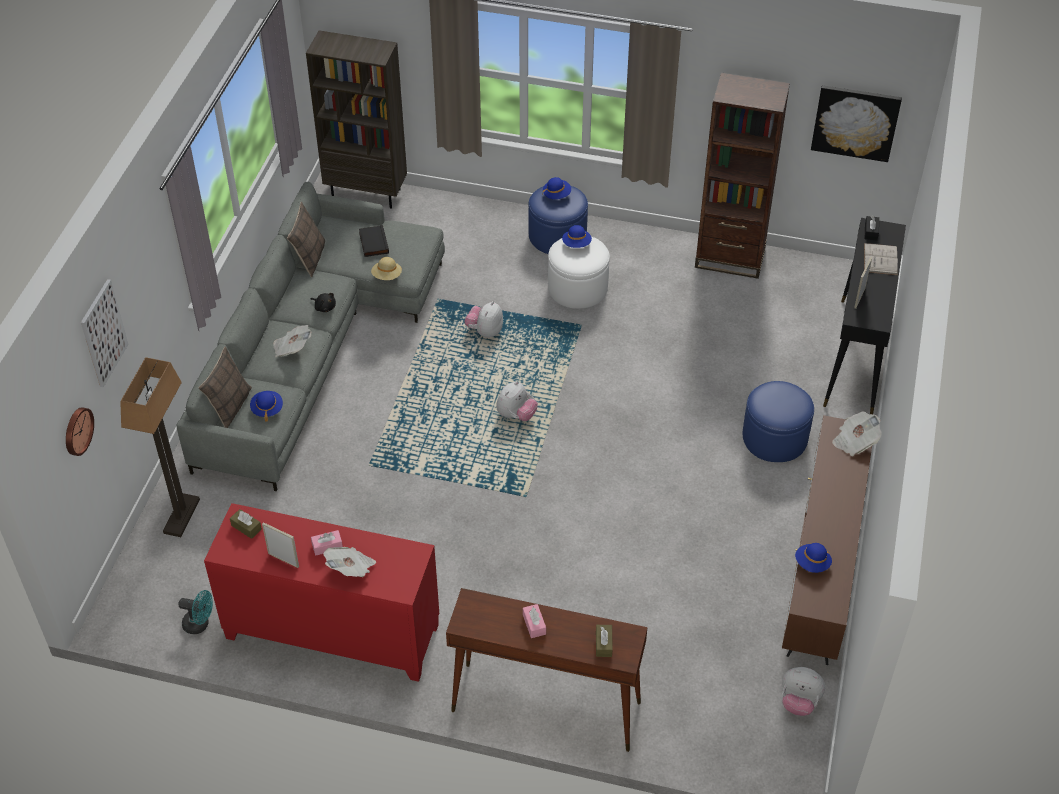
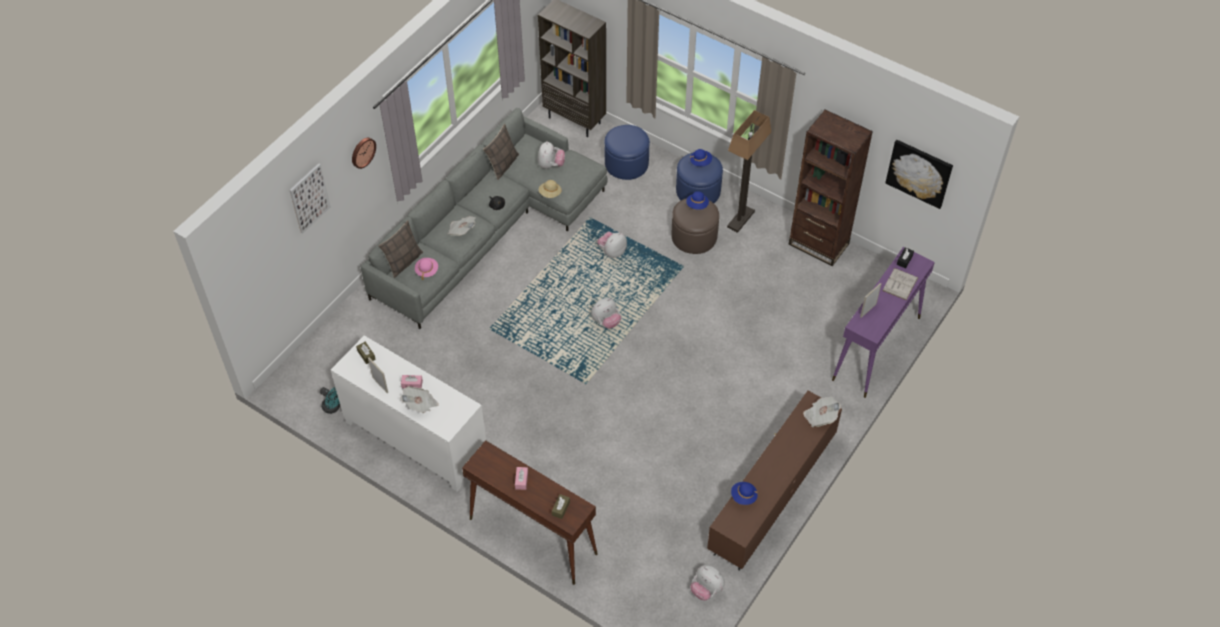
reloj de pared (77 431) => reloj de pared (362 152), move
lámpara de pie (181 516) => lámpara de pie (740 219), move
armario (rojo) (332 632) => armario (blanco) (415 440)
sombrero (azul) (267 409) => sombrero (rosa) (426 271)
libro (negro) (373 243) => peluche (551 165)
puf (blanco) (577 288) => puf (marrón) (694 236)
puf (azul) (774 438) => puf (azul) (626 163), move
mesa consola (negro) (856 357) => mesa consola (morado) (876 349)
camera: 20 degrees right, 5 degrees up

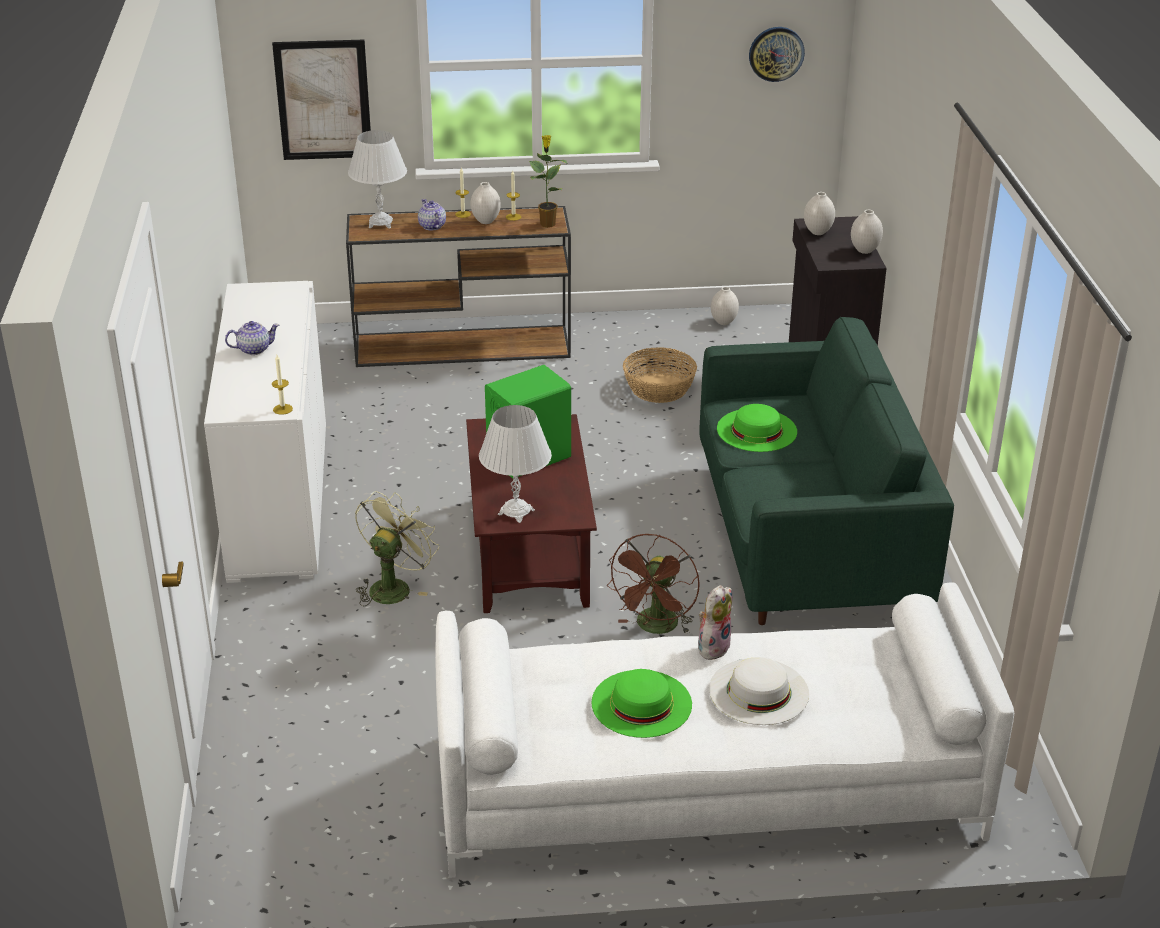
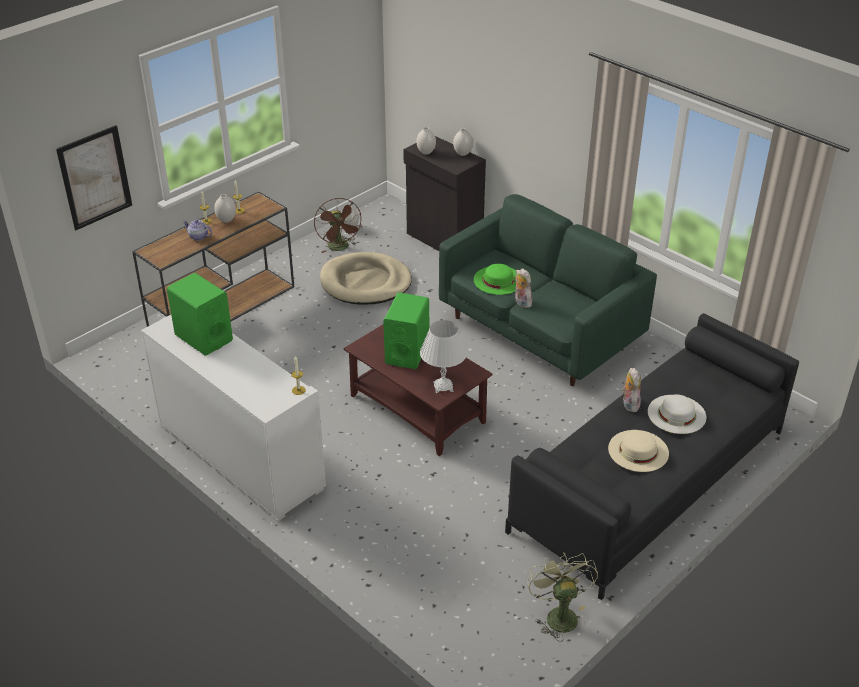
tetera (254 349) => nothing
lámpara de mesa (blanco) (381 223) => nothing
ventilador (verde) (393 586) => ventilador (verde) (558 614), move
sofá (blanco) (706 786) => sofá (negro) (649 480)
planta en maceta (547 223) => nothing
sombrero (verde) (641 703) => sombrero (beis) (638 450)
ventilador (marrón) (655 628) => ventilador (marrón) (340 248), move
cesta (659 389) => cama para perro (beis) (365 283)
reloj de pared (776 53) => nothing
nothing => altavoz (verde) (203 338)
nothing => peluche (521 302)
camera: 40 degrees left, 5 degrees up

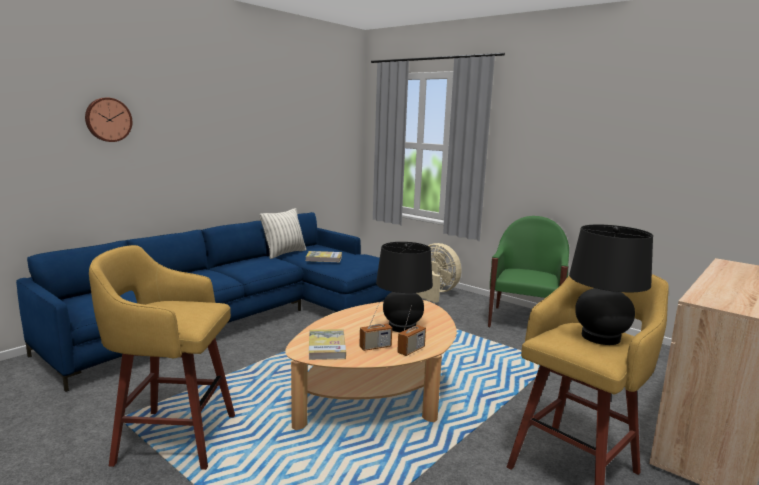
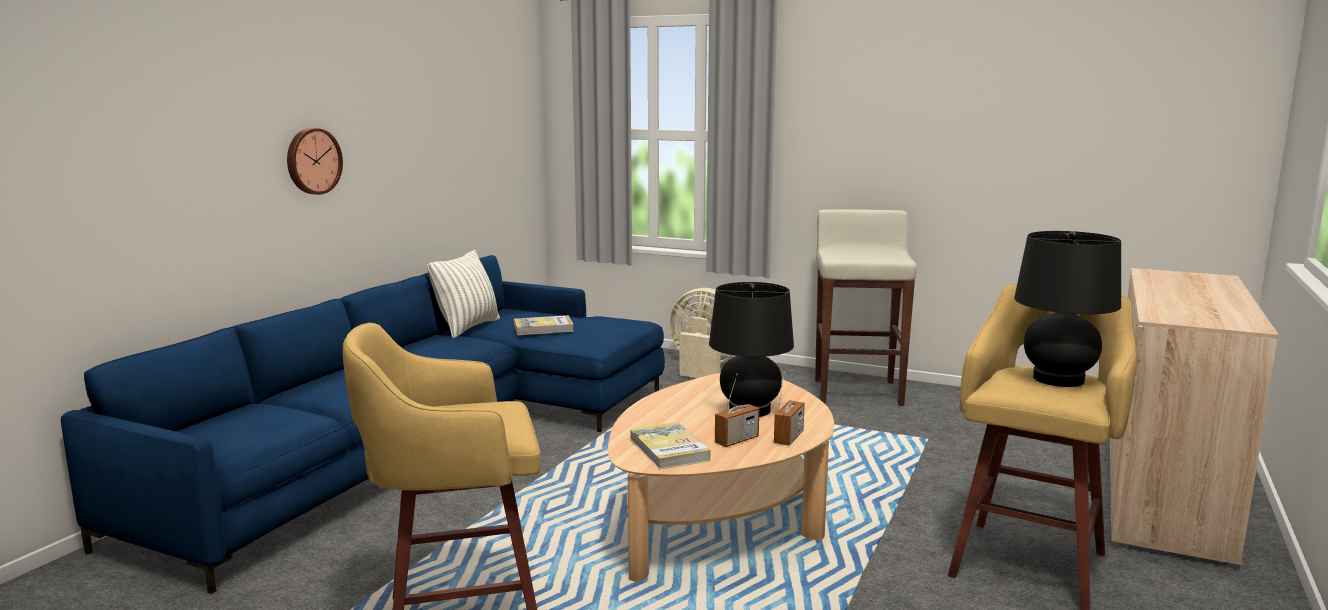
reloj de pared (108 119) => reloj de pared (312 161), move
sillón (verde) (525 321) => taburete (beis) (857 392)
camera: 15 degrees left, 0 degrees up

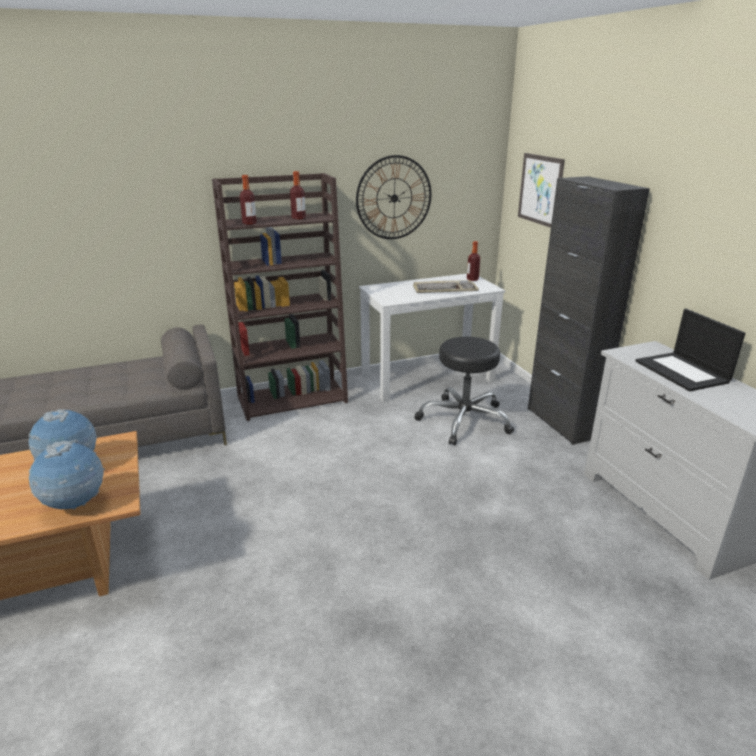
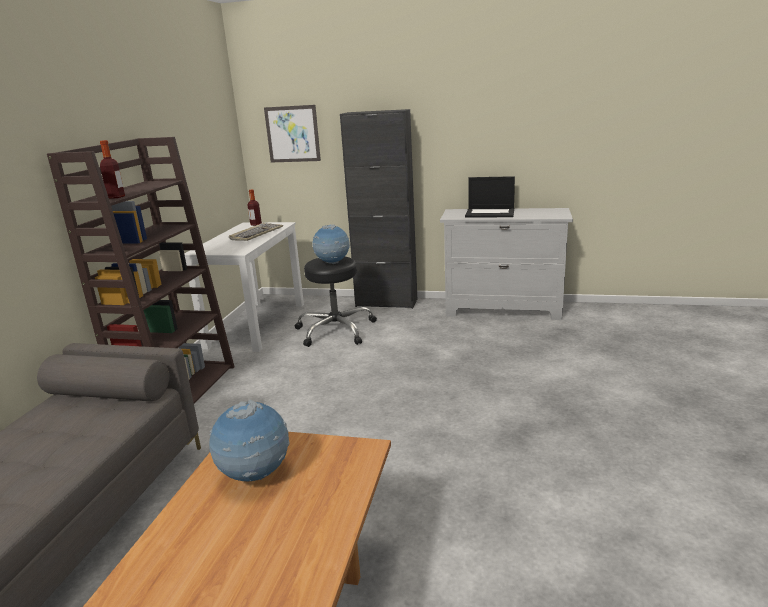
globo terráqueo (75 505) => globo terráqueo (332 263), move
botella (298 218) => nothing
reloj de pared (394 198) => nothing
camera: 55 degrees left, 5 degrees down

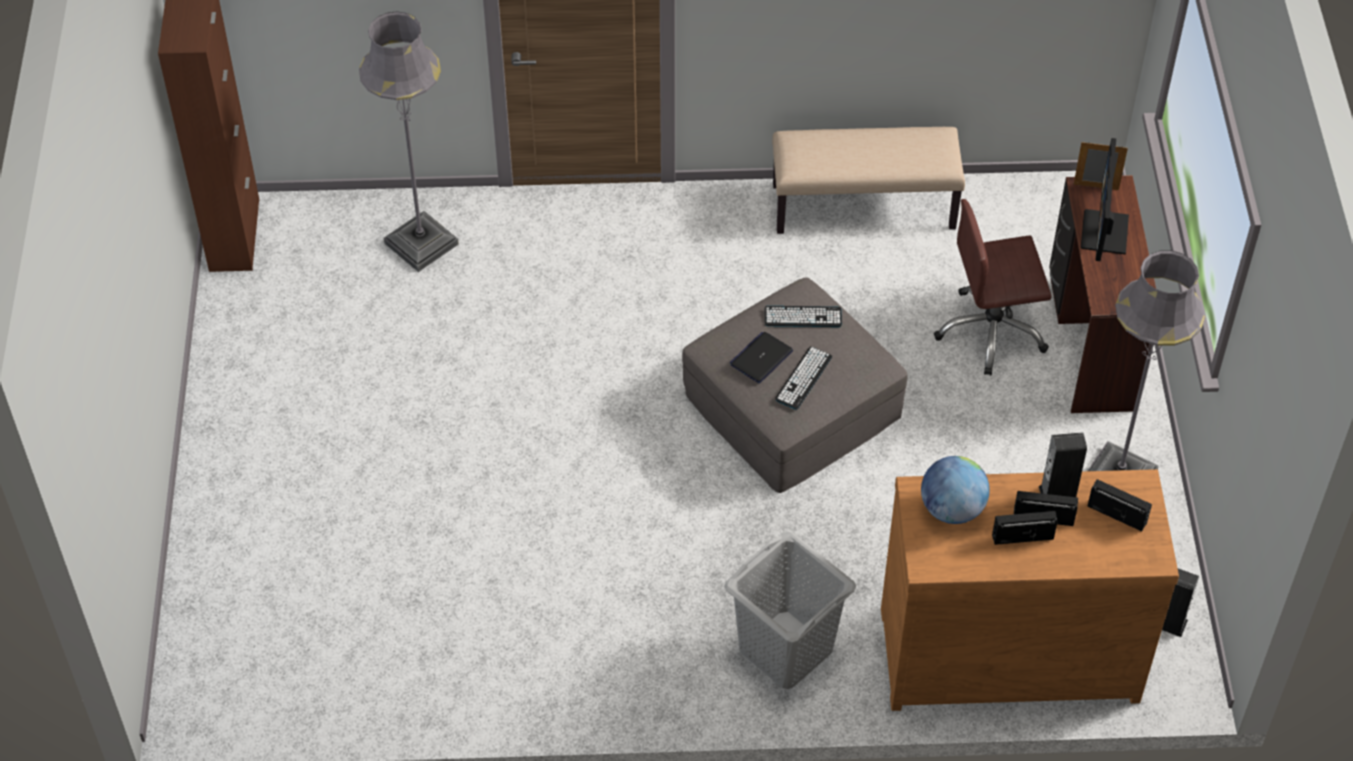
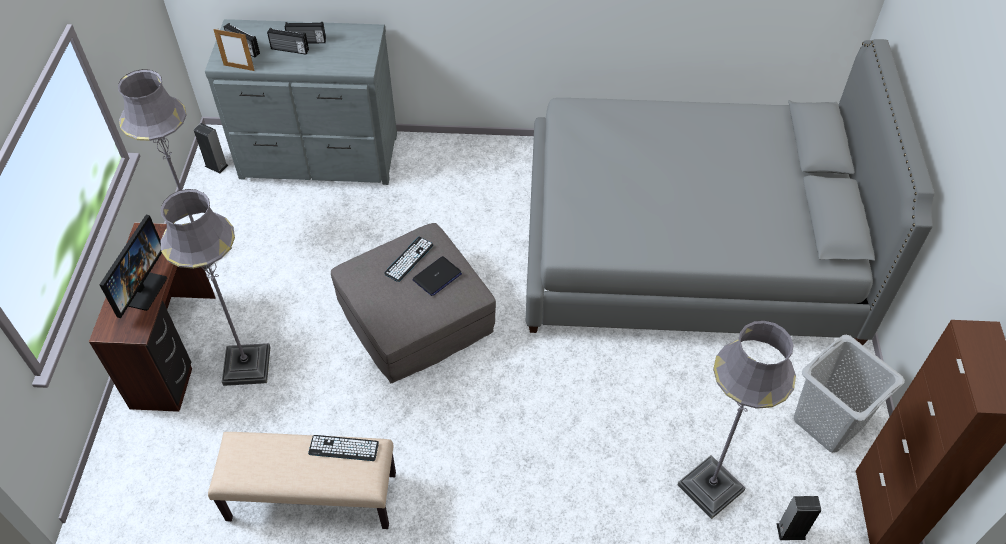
cesto de la ropa (gris) (786 649) => cesto de la ropa (gris) (828 423), move
teclado (803 317) => teclado (343 448), move
cómoda (marrón) (1007 650) => cómoda (gris) (319 158)
globo terráqueo (952 509) => nothing
silla de oficina (marrón) (991 331) => lámpara de pie (gris) (247 366)
altavoz (1058 494) => altavoz (791 531), move
portarretratos (1096 187) => portarretratos (239 68), move
nothing => cama (gris) (687 248)
camera: 175 degrees left, 0 degrees up

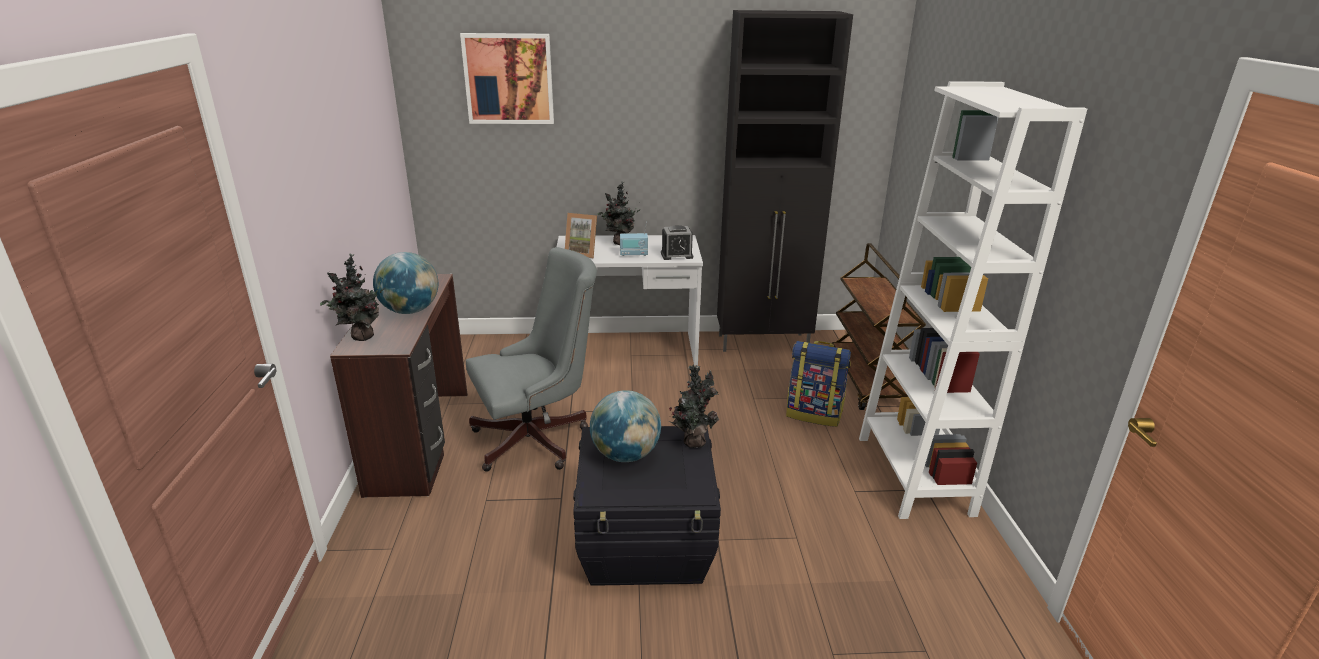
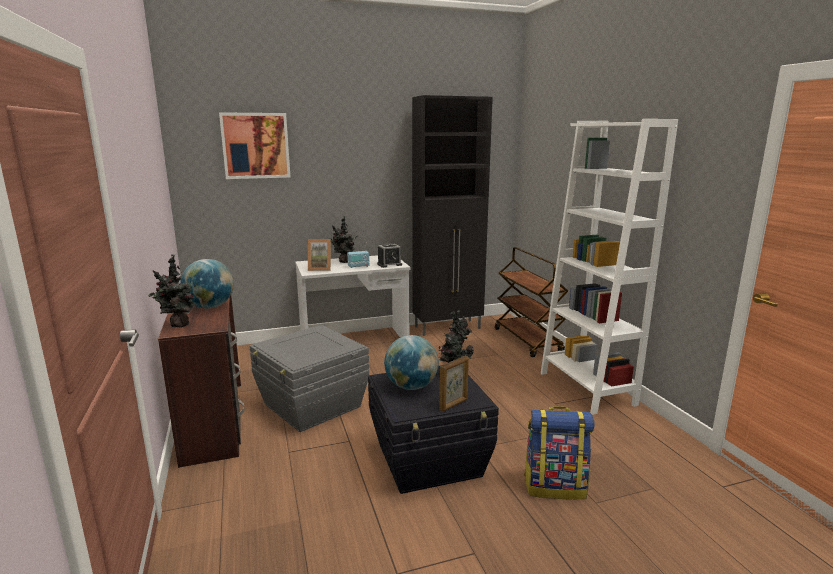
silla de oficina (gris) (538 439) => caja de almacenaje (gris) (312 406)
mochila (814 414) => mochila (555 486), move
nothing => portarretratos (454 405)
camera: 15 degrees left, 10 degrees down

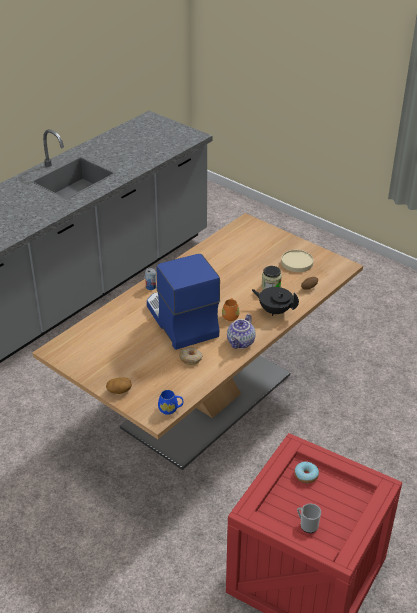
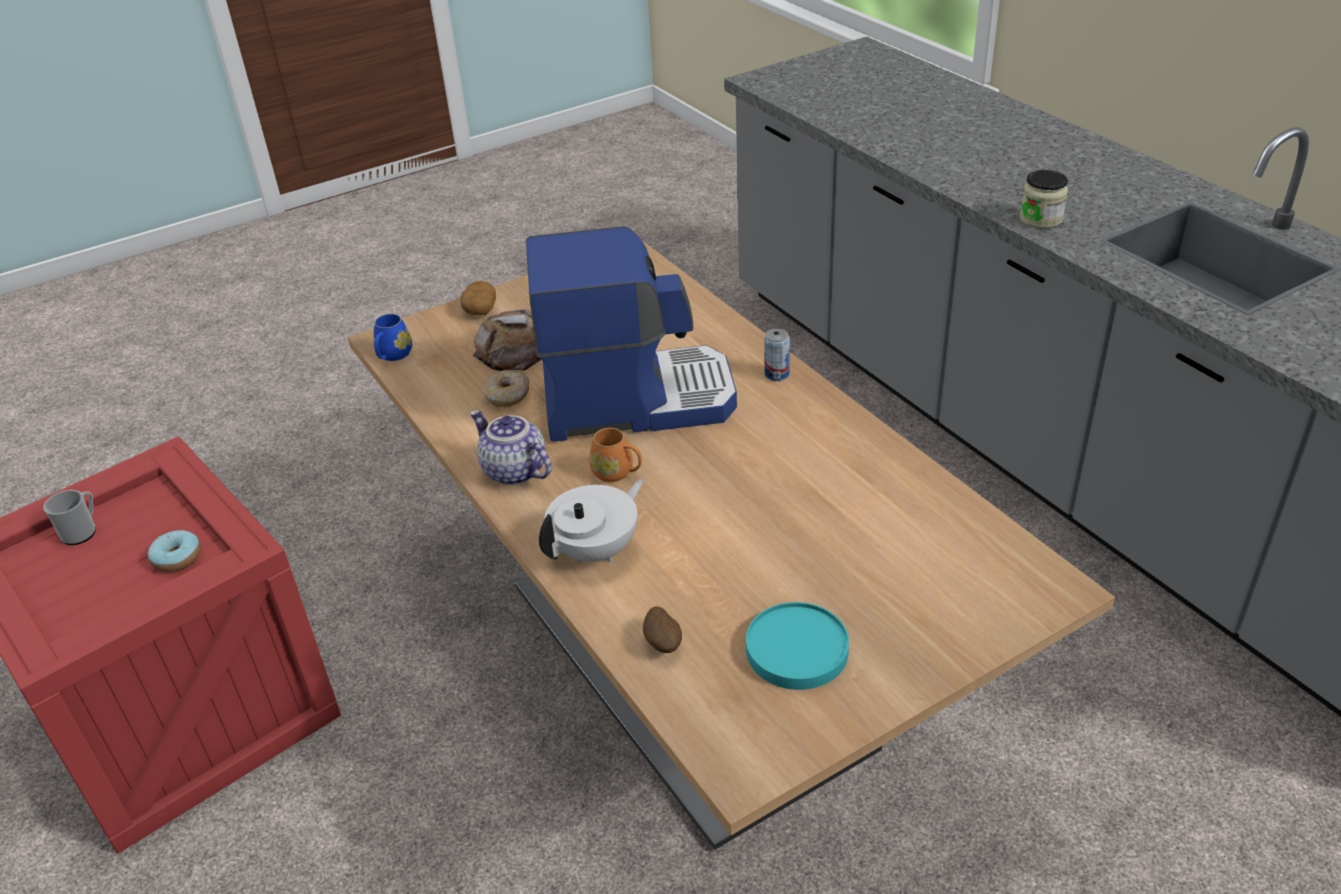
tetera (negro) (274 310) => tetera (blanco) (597 550)
tarro (271 287) => tarro (1041 219), move
plato (beis) (297 262) => plato (turquesa) (797 650)
nothing => pan (513 350)
camera: 110 degrees right, 0 degrees up

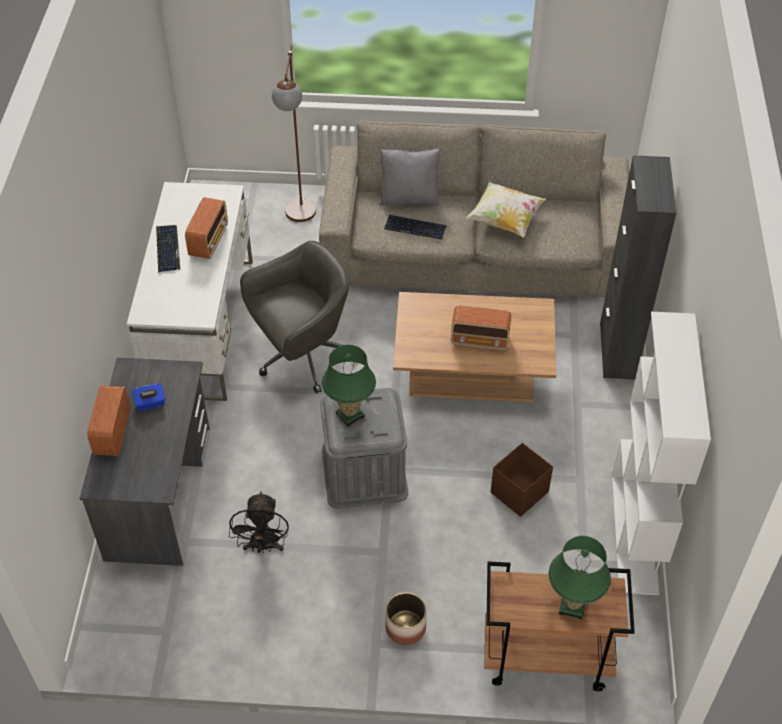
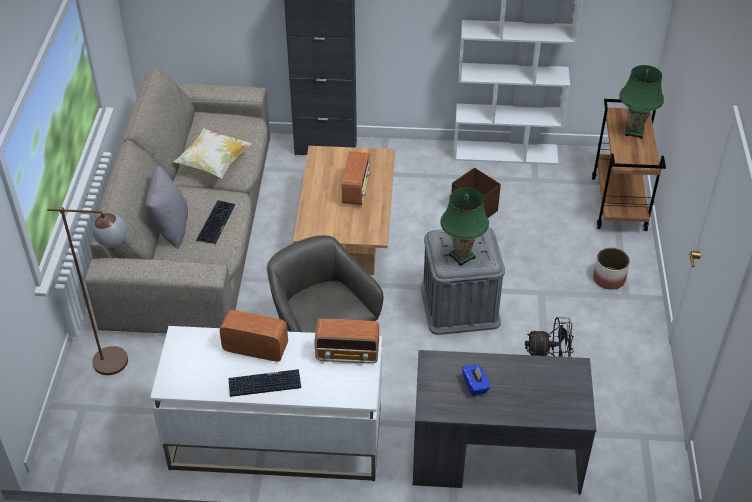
radio (112 434) => radio (348 354), move
camera: 90 degrees left, 5 degrees down

